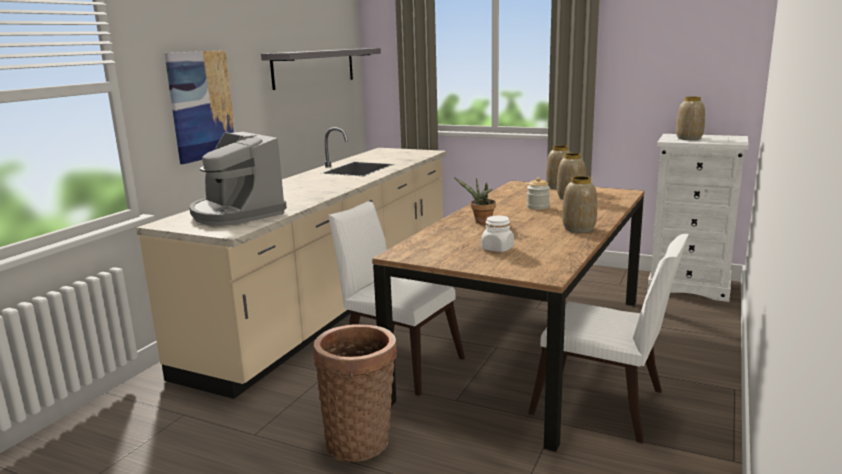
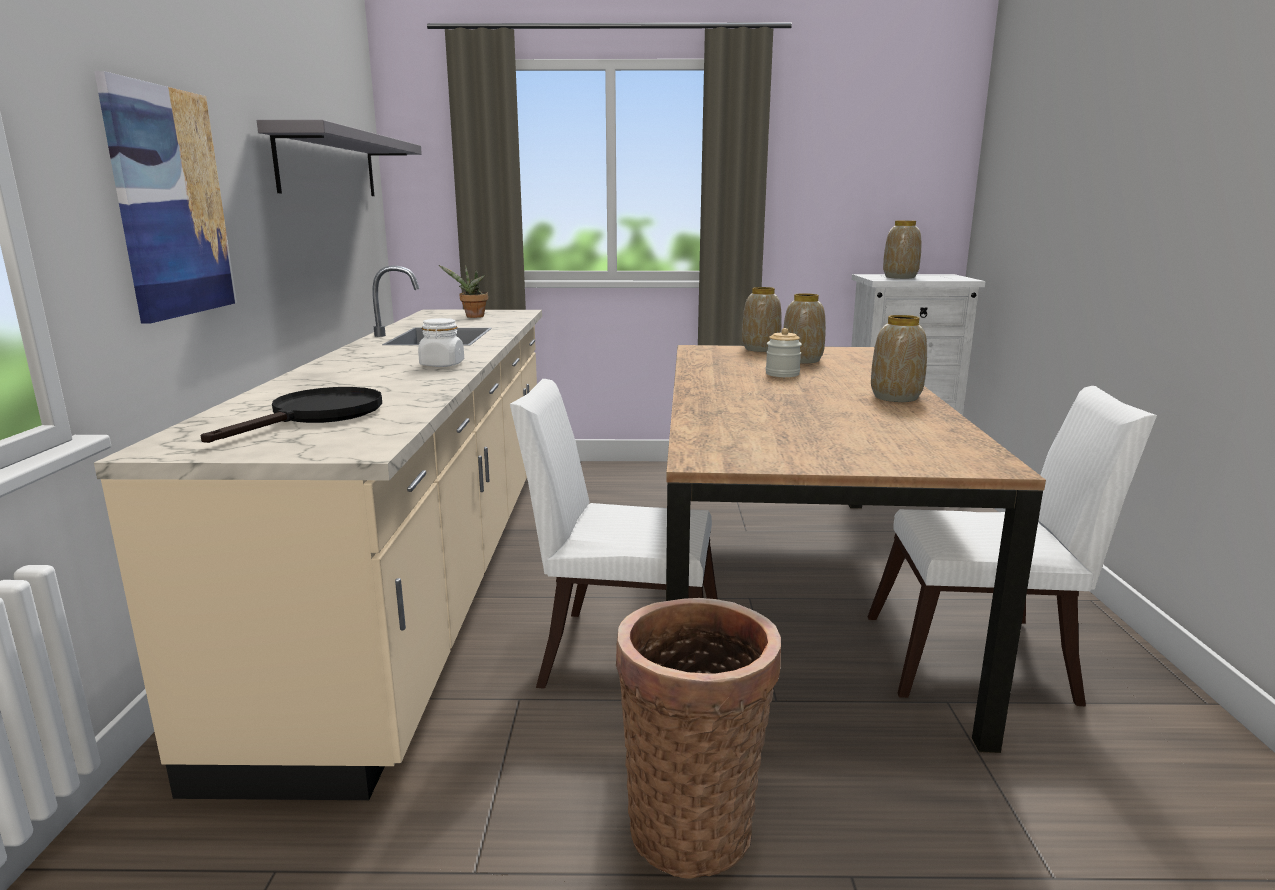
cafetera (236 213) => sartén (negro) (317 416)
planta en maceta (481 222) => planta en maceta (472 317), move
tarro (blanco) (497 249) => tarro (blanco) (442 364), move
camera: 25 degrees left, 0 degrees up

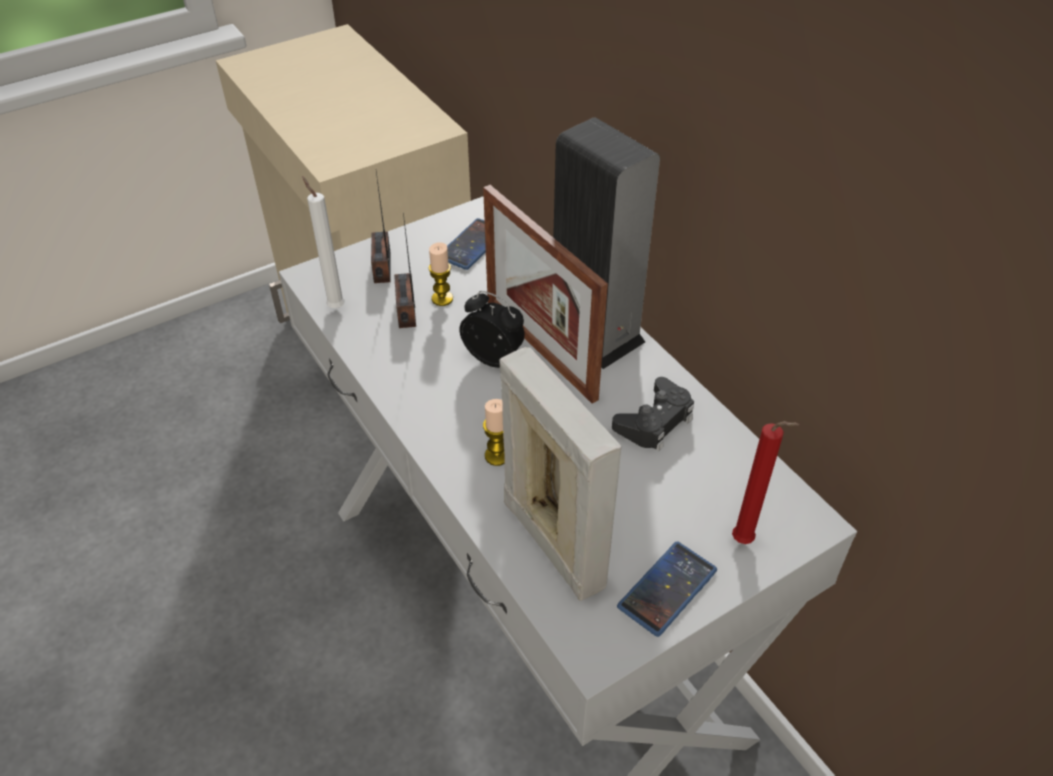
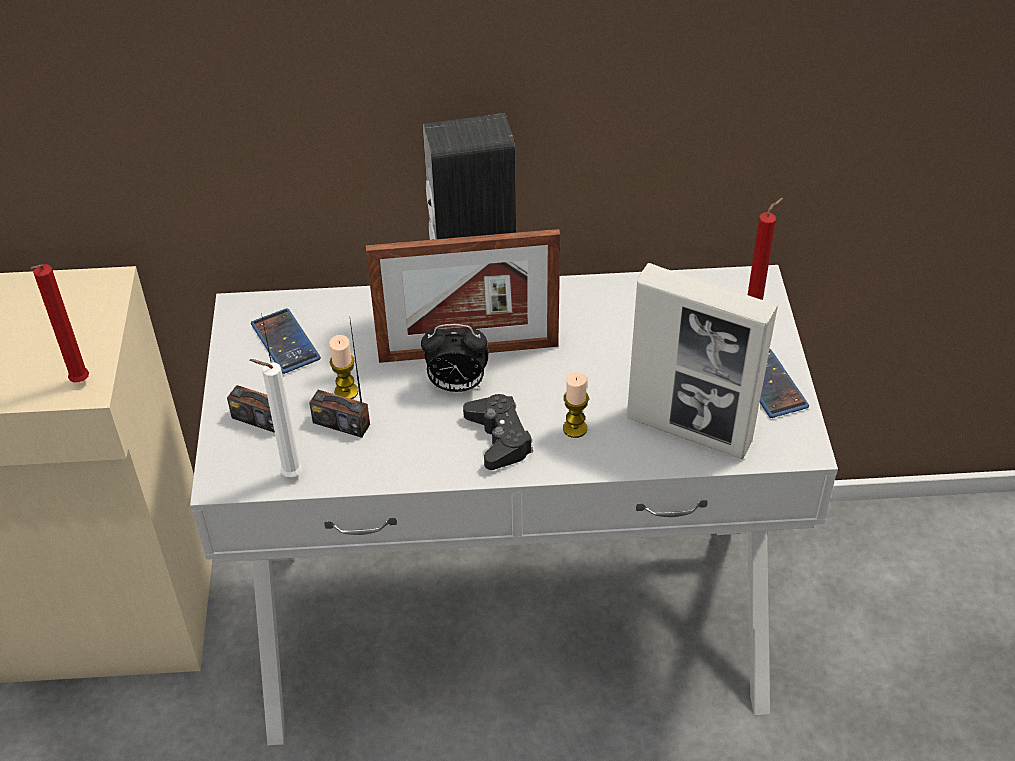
despertador (495 358) => despertador (456 385), 150 degrees counterclockwise
portarretratos (553 543) => portarretratos (689 430), 150 degrees counterclockwise
mando de consola (negro) (654 421) => mando de consola (negro) (499 438), move
nothing => vela (rojo) (79 383)
camera: 60 degrees left, 0 degrees up

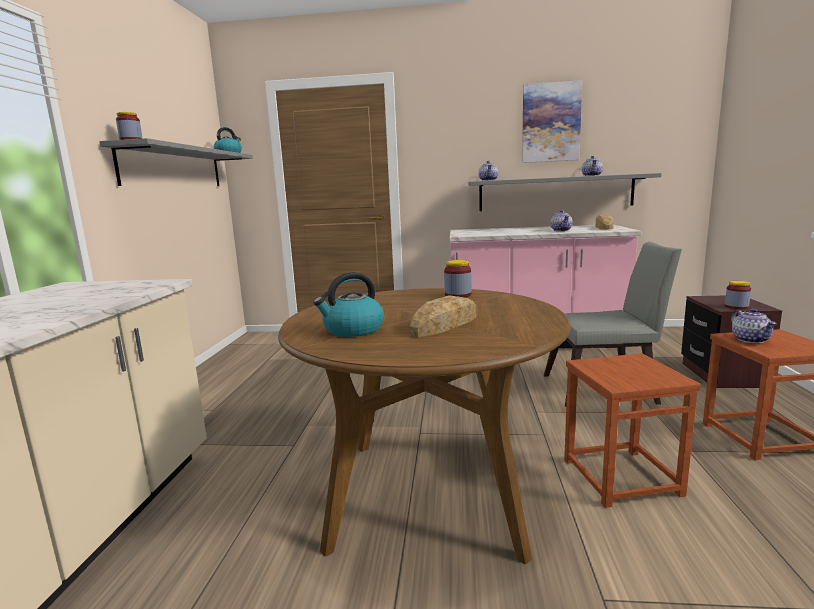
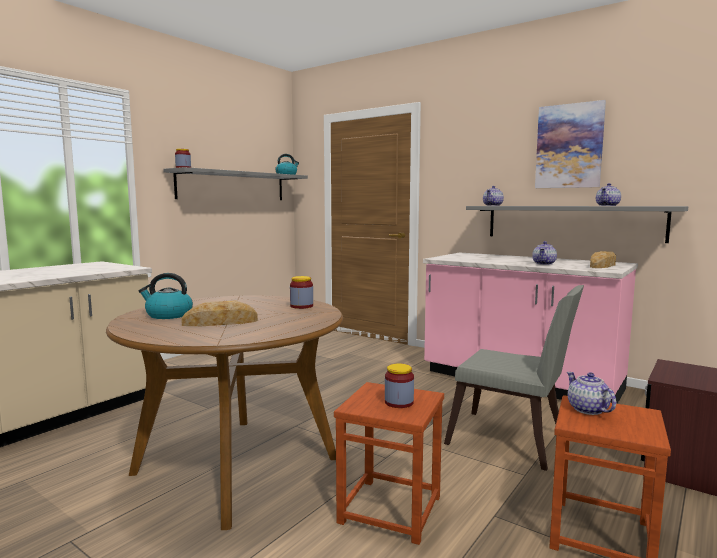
tarro (736 307) => tarro (399 402), move
tetera (750 339) => tetera (588 409), 135 degrees clockwise
camera: 30 degrees right, 5 degrees down

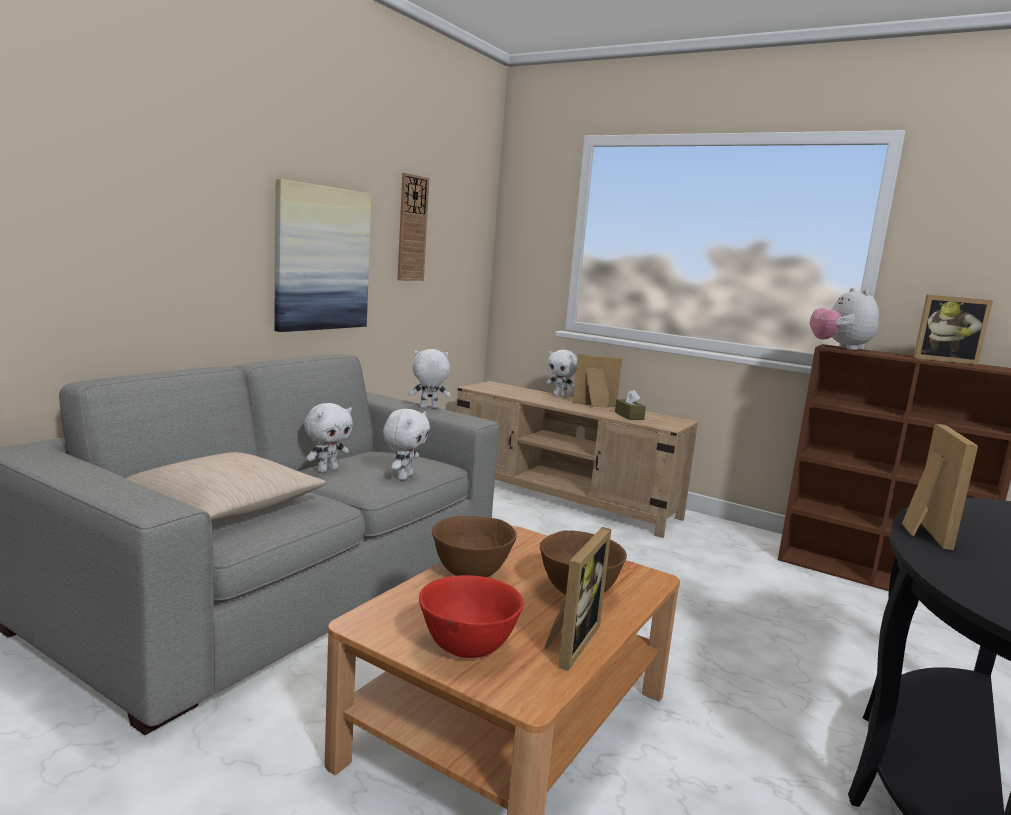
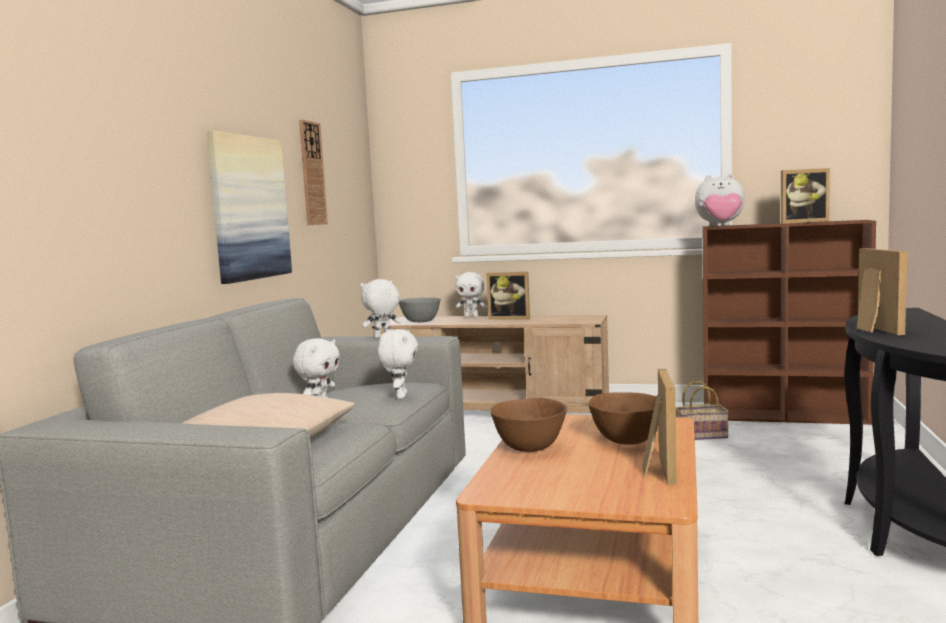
cuenco (rojo) (467 647) => nothing
portarretratos (594 405) => portarretratos (510 318), 150 degrees counterclockwise
caja de pañuelos (marrón) (629 416) => nothing
peluche (839 347) => peluche (720 226), 60 degrees counterclockwise
nothing => cuenco (gris) (420 321)
nothing => cesta (702 435)
camera: 15 degrees left, 5 degrees down

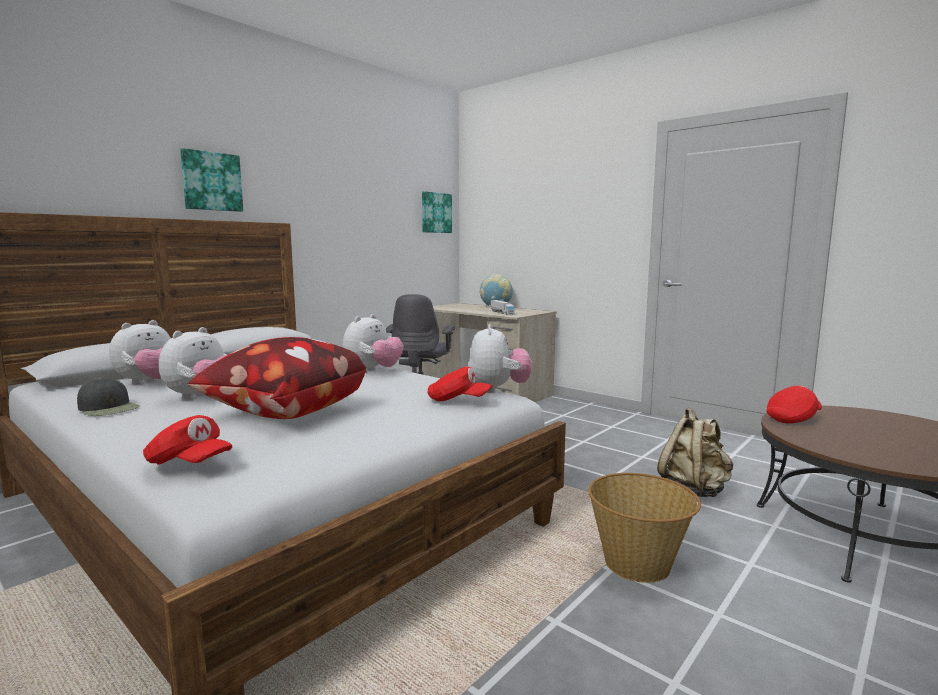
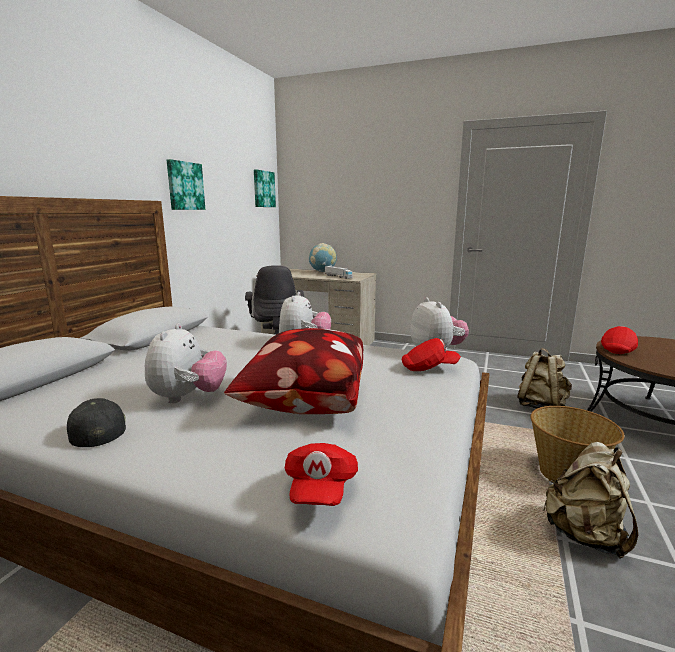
gorra (negro) (109 408) => gorra (negro) (97 428), 135 degrees counterclockwise
peluche (150 383) => nothing
gorra (rojo) (188 463) => gorra (rojo) (320 489), 90 degrees clockwise
cuadro (211 181) => cuadro (185 186), move
nothing => mochila (beis) (585 535)
camera: 20 degrees left, 5 degrees up

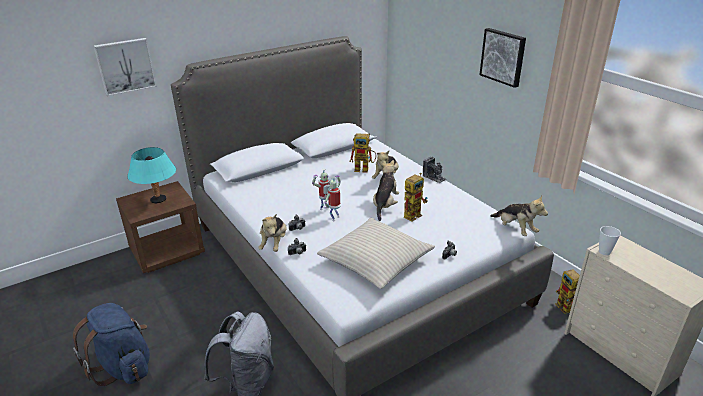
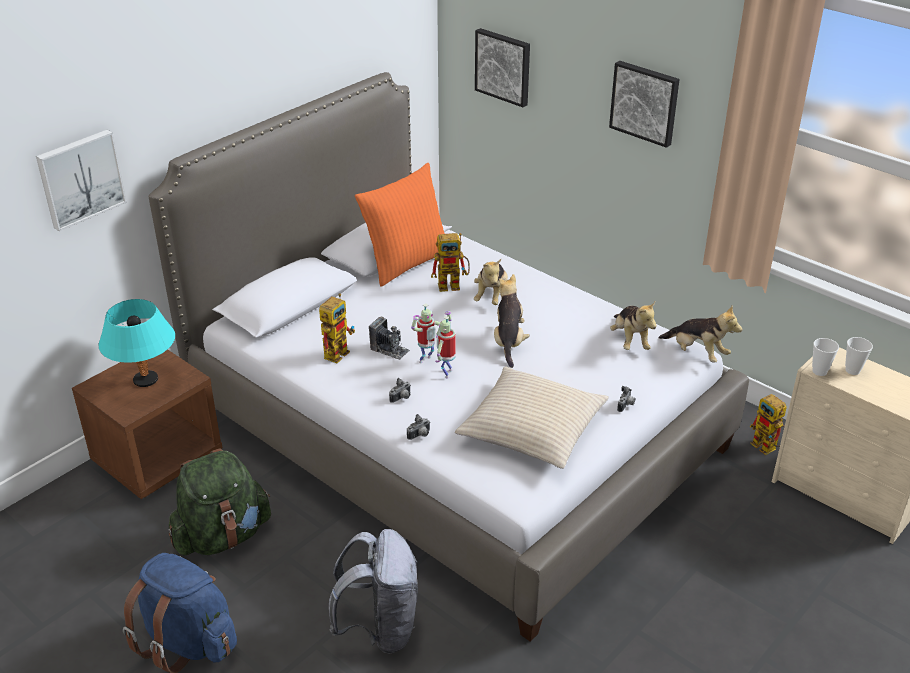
peluche (274 243) => peluche (630 340), move
robot de juguete (414 214) => robot de juguete (338 351), move
cámara (434 177) => cámara (389 349), move
nothing => mochila (verde) (223 536)
nothing => cojín (naranja) (406 262)
nothing => cuadro (504 66)
nothing => taza (852 370)
camera: 15 degrees left, 5 degrees up

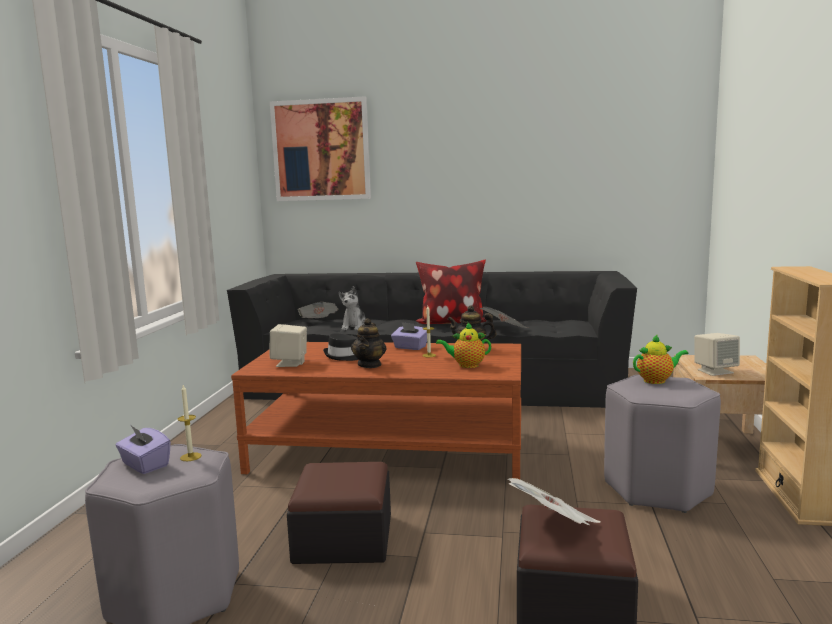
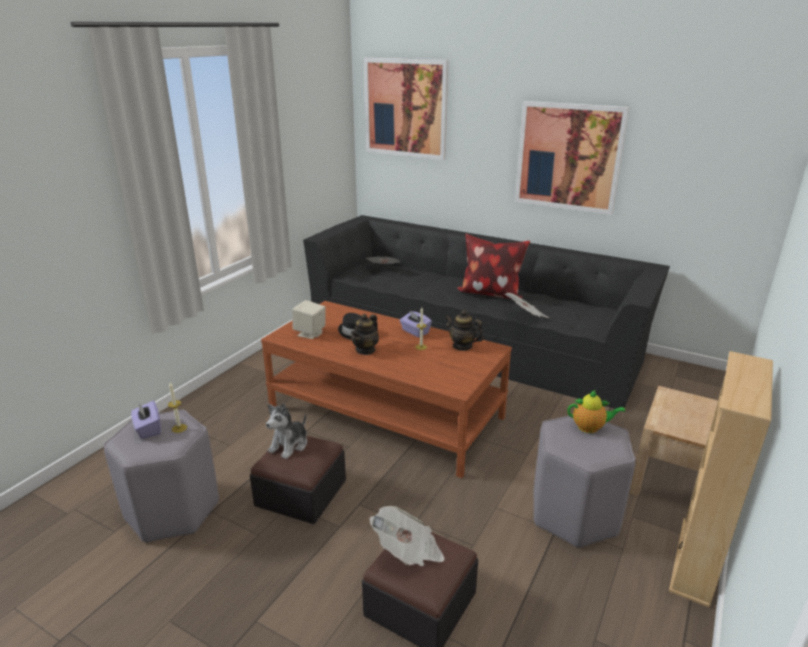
peluche (354 327) => peluche (289 445), move
tetera (466 365) => nothing
altavoz (beis) (715 371) => nothing
nothing => cuadro (568 157)
camera: 20 degrees right, 15 degrees up

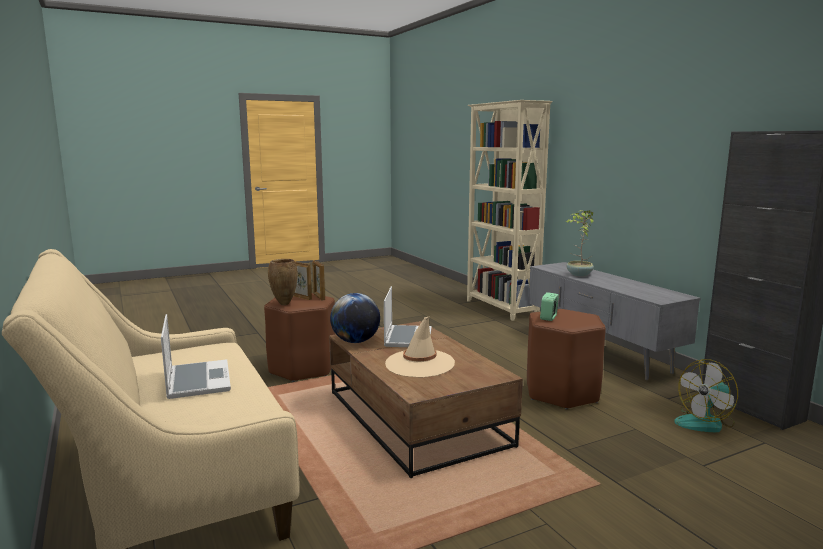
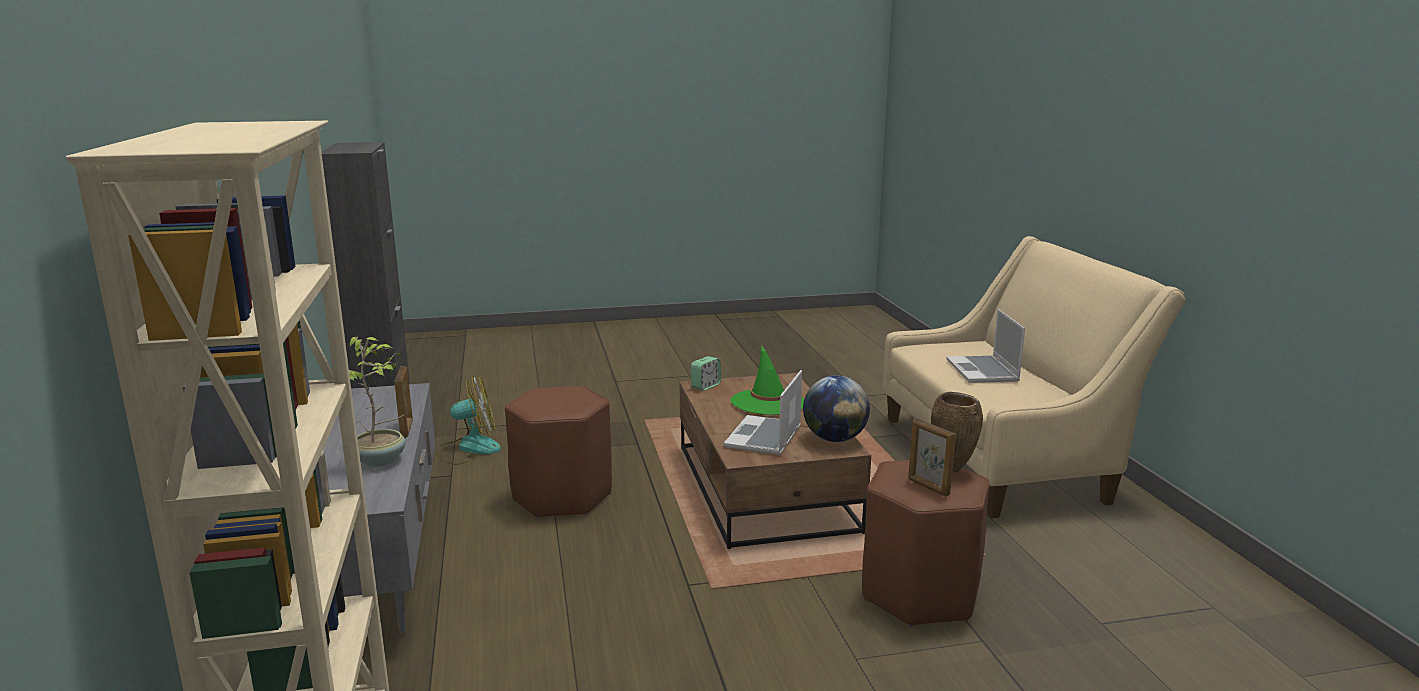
portarretratos (319 297) => portarretratos (407 429), move
sombrero (beis) (419 364) => sombrero (verde) (768 403)
despertador (548 318) => despertador (705 386), move
camera: 165 degrees left, 5 degrees up

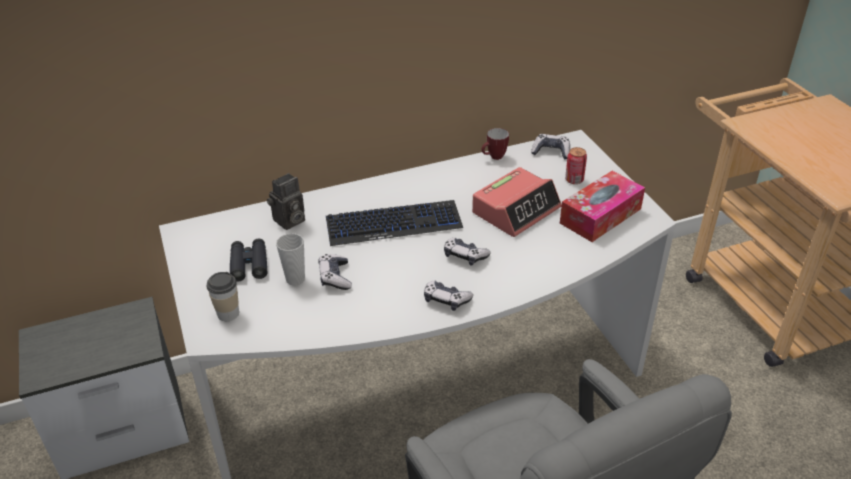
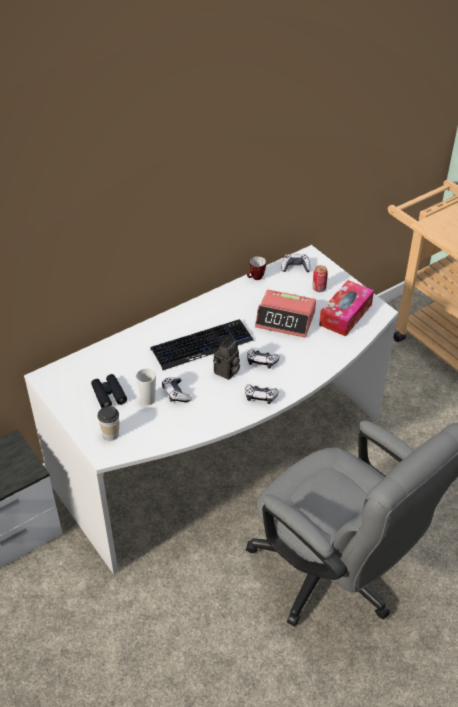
cámara (289 222) => cámara (227 372), move
despertador (516 210) => despertador (285 319), 75 degrees clockwise
camera: 15 degrees left, 5 degrees up

